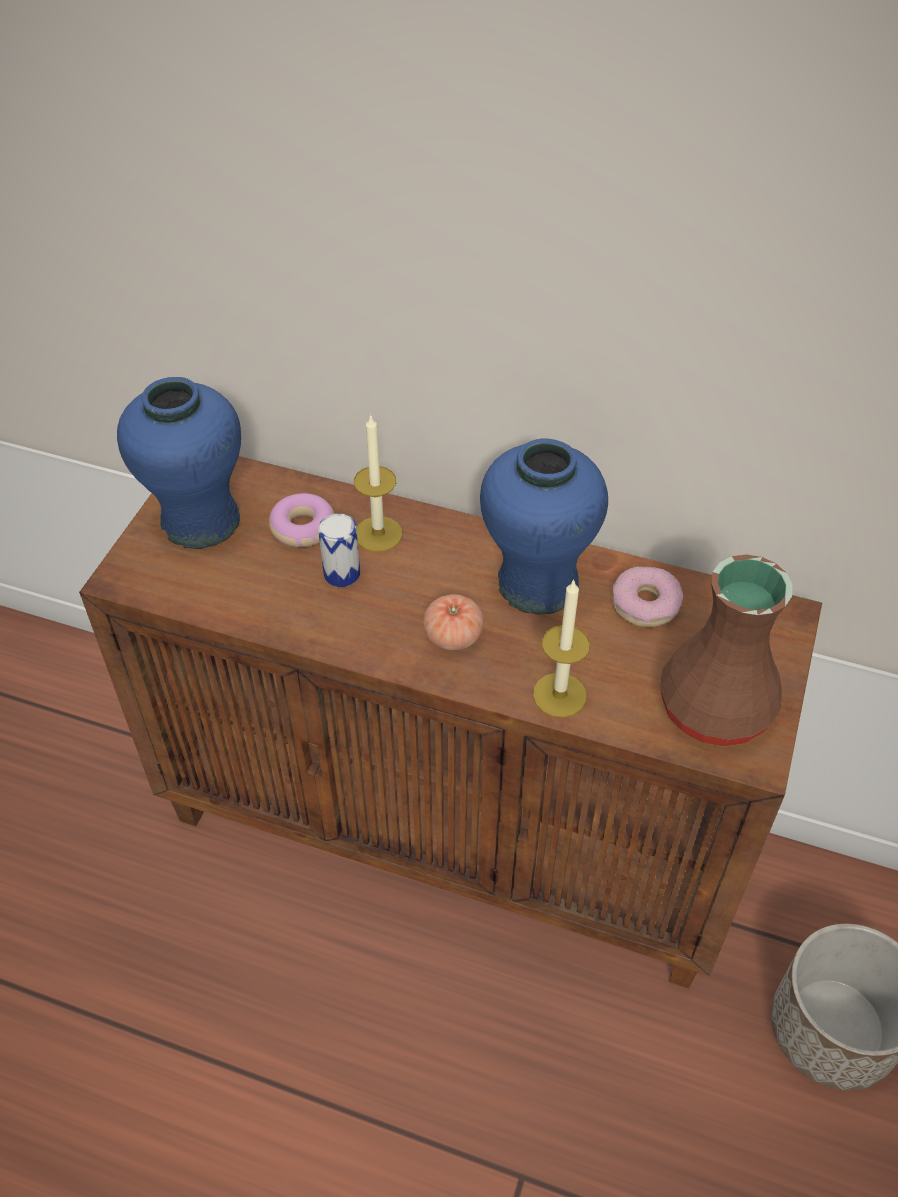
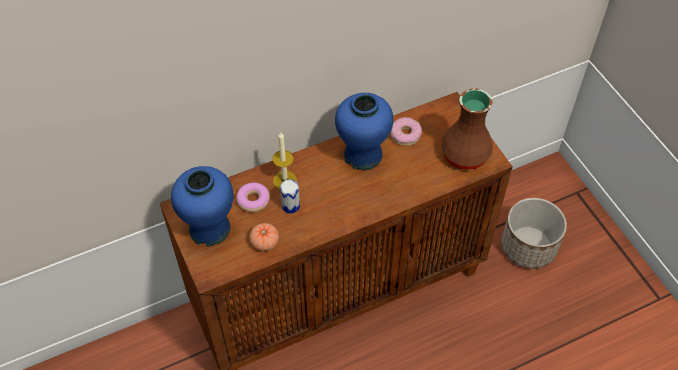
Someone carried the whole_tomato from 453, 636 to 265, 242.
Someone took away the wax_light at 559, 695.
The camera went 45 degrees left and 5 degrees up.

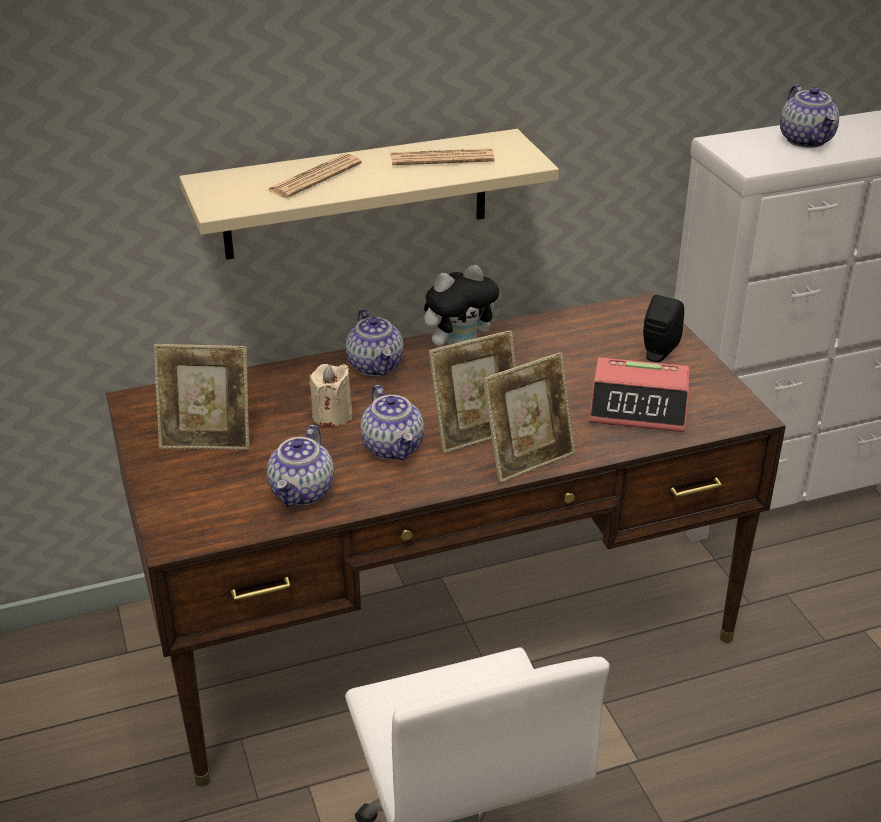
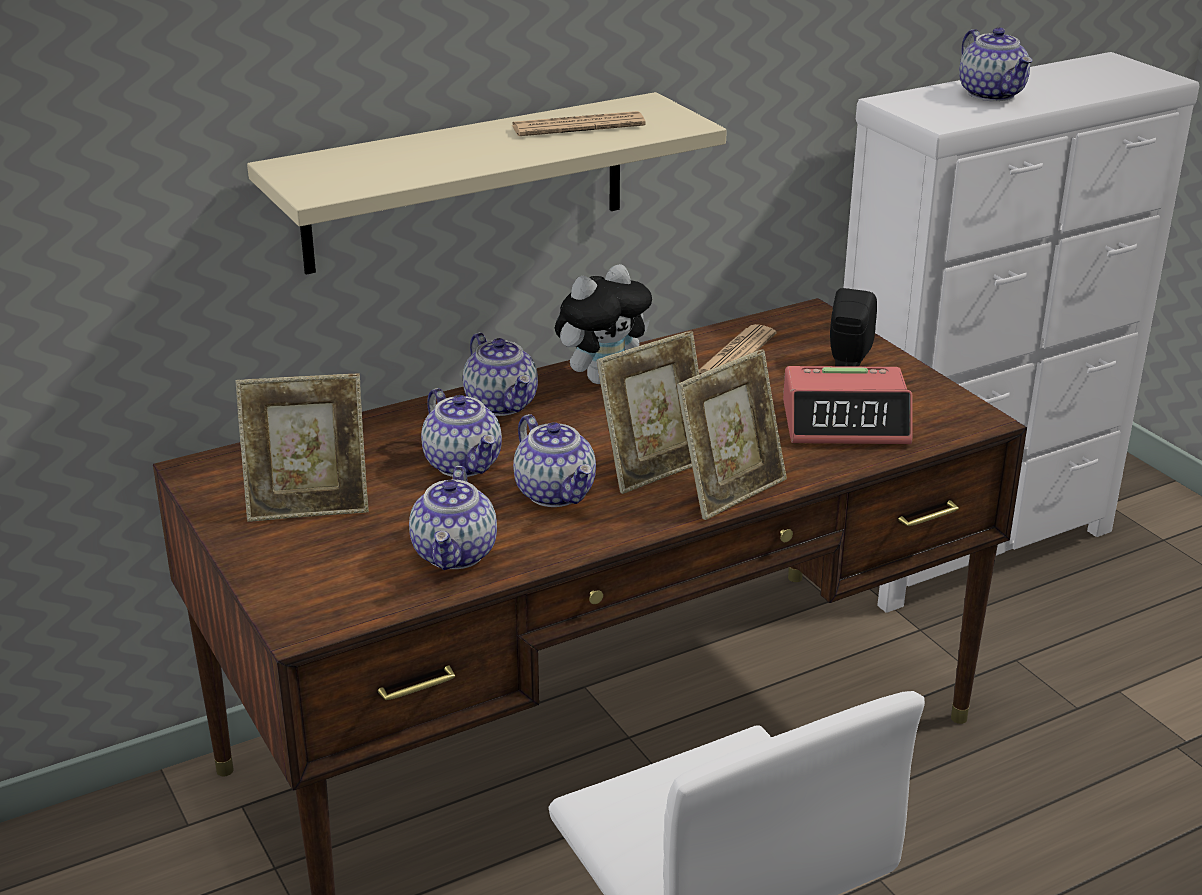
Someone carried the newspaper from 314, 177 to 736, 354.
Someone swapped the sand-coloured_wax_light at 332, 415 for the tea_pot at 464, 464.
The camera went 10 degrees left and 5 degrees down.

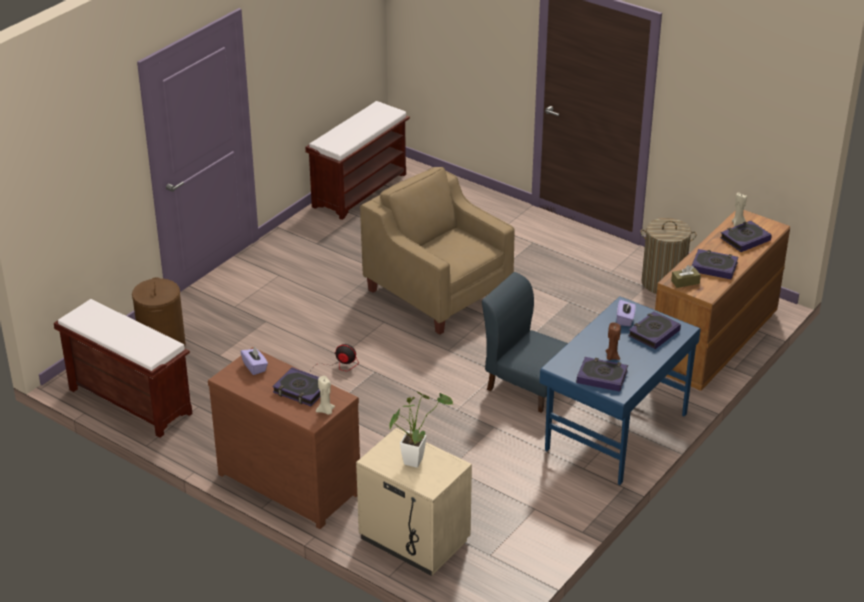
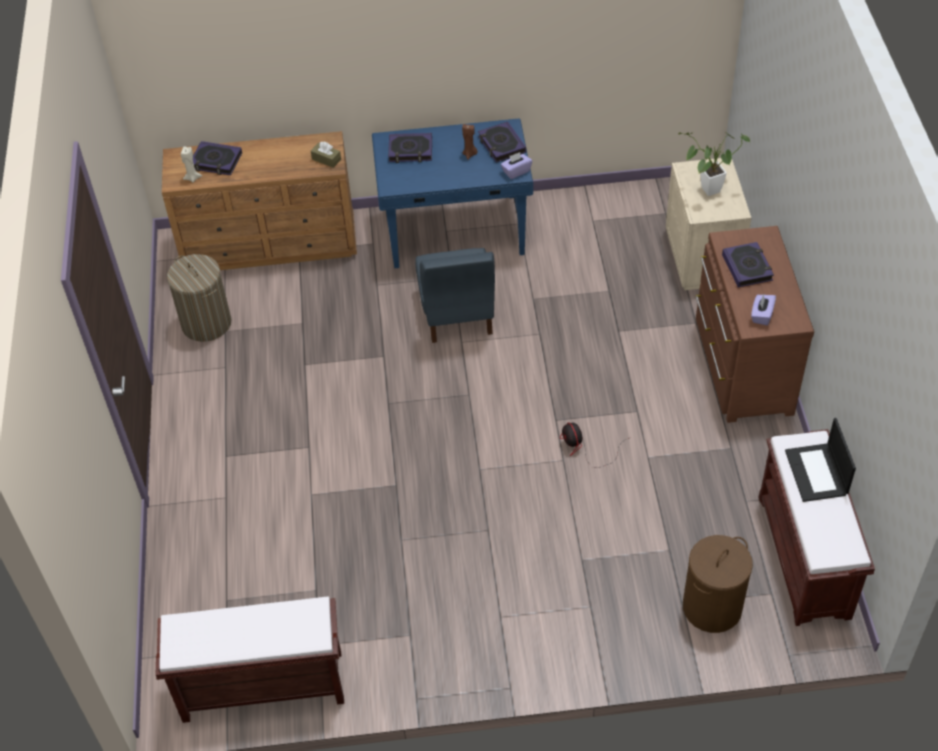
Someone took away the sand-coloured_wax_light at 326, 411.
Someone took away the sand-coloured_easy_chair at 437, 293.
Someone carried the purplish_tissue_box from 625, 319 to 516, 171.
Someone took away the book at 714, 267.
Someone put down the portable_computer at 817, 473.
The camera went 130 degrees left and 15 degrees up.

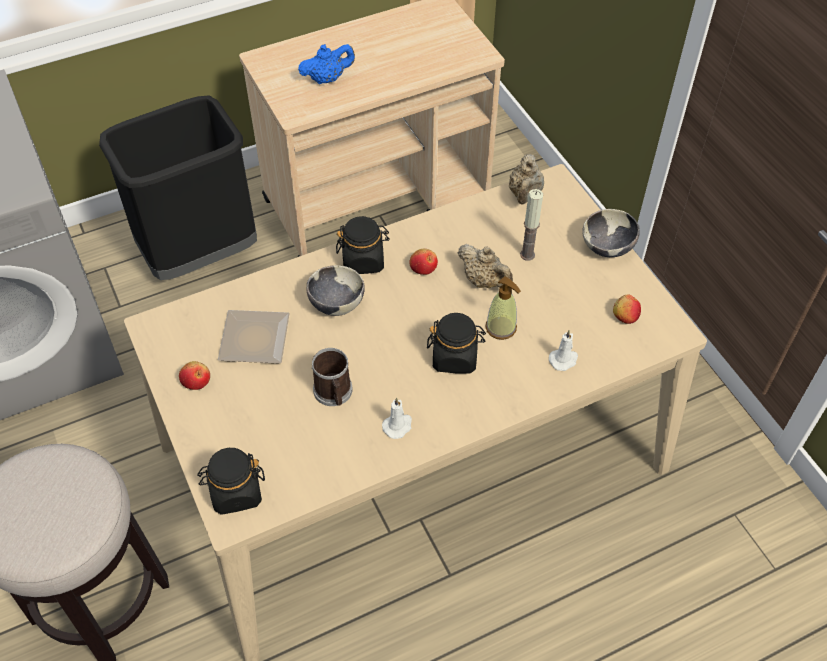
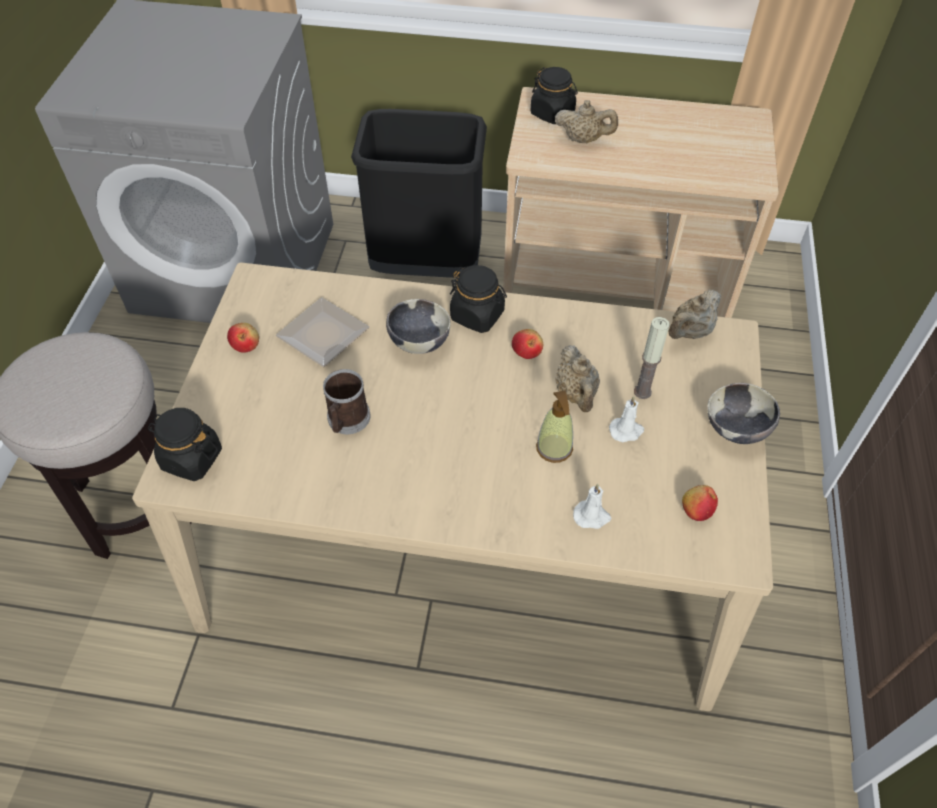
Someone repainted the blue_tea_pot at 327, 79, which became the sand-coloured_tea_pot at 583, 140.
Someone carried the white-coloured_wax_light from 398, 426 to 626, 431.
Someone carried the black-coloured_jar from 455, 357 to 552, 113.
The camera went 35 degrees right and 0 degrees up.

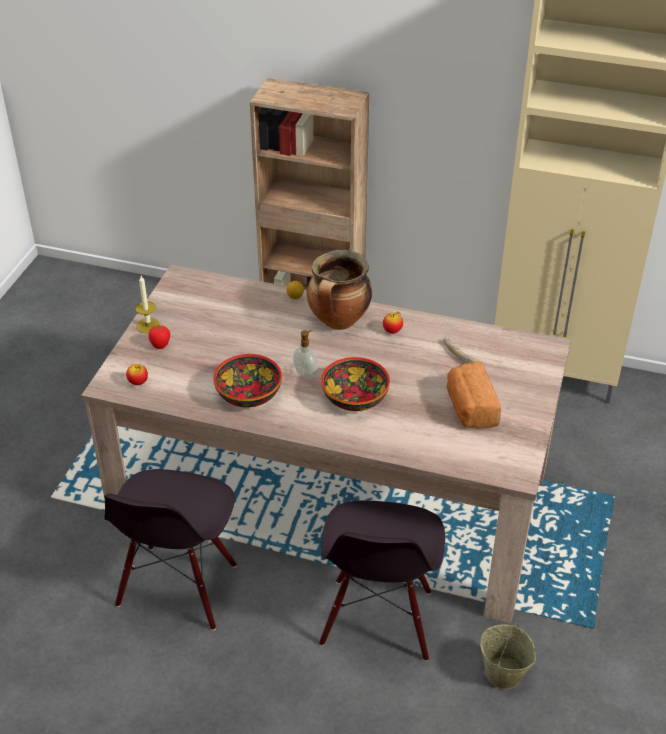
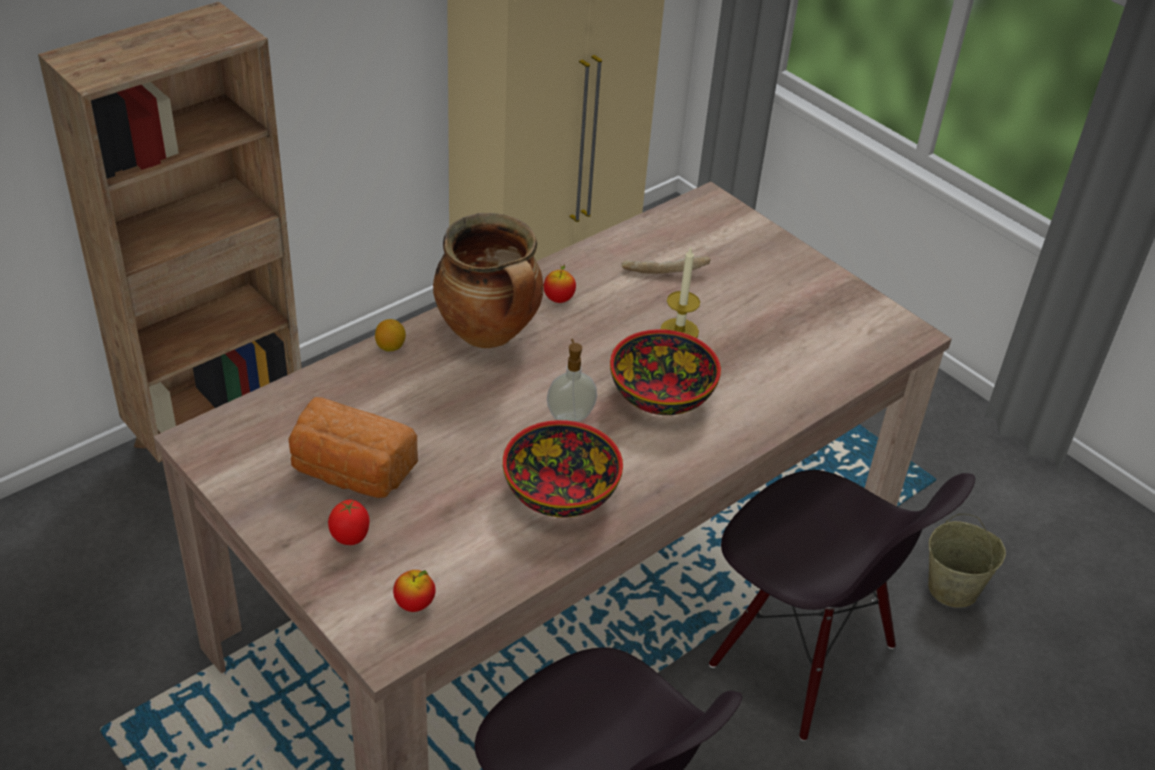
Someone carried the wax_light from 148, 325 to 679, 331.
Someone carried the bread from 470, 409 to 350, 473.
The camera went 60 degrees left and 0 degrees up.

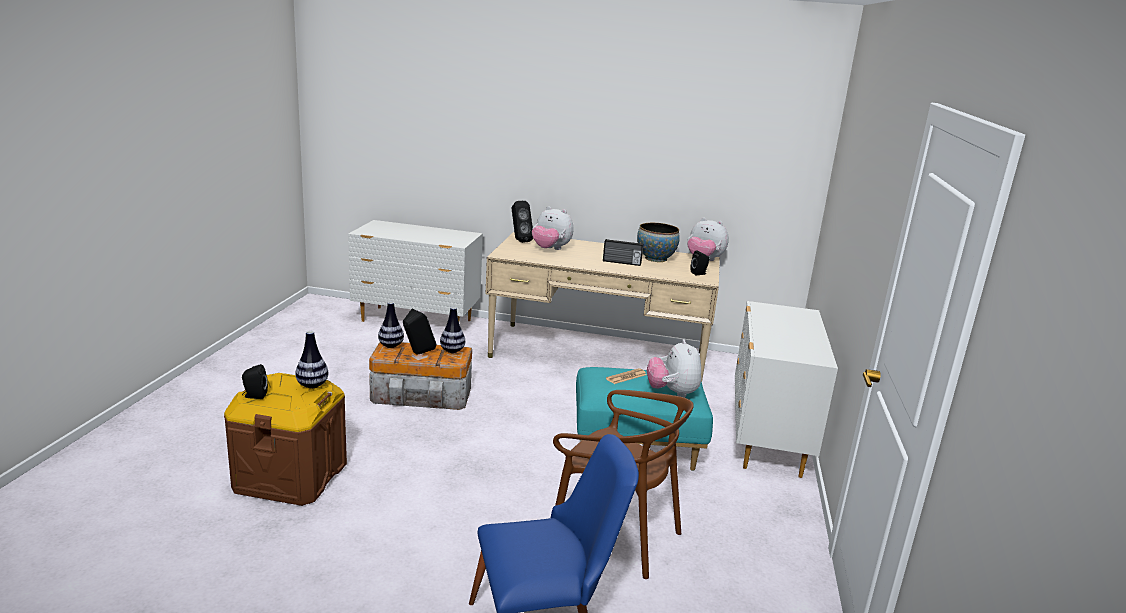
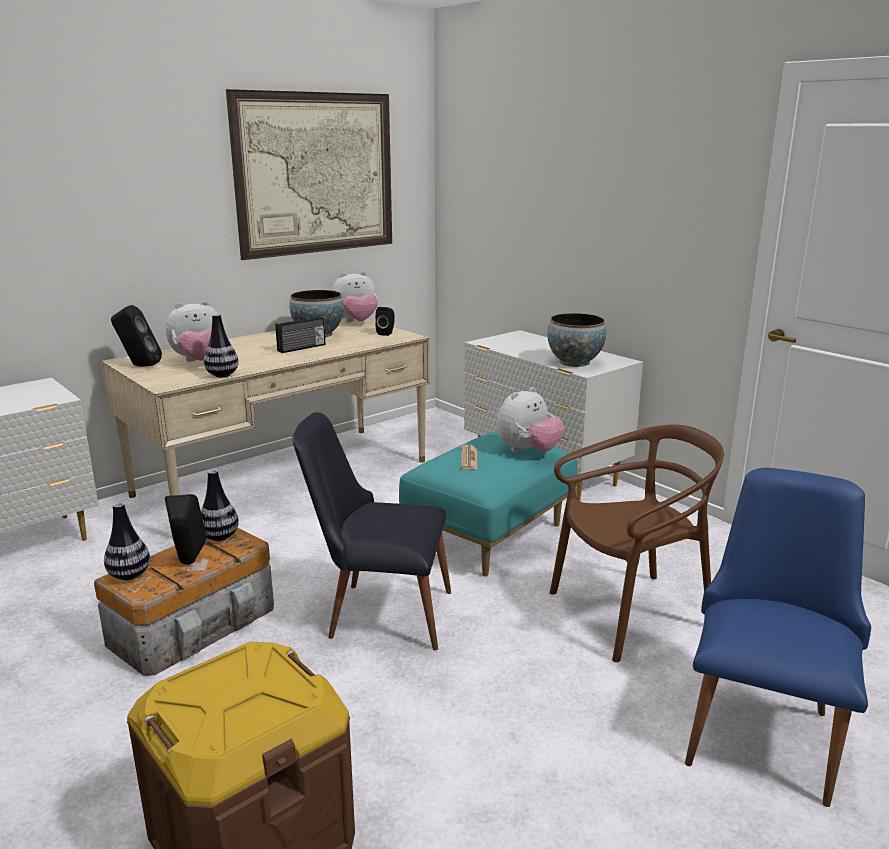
Someone took away the black-coloured_loudspeaker at 254, 396.
Someone carried the decorative_vase from 312, 385 to 222, 375.
Someone rotated the plush_toy at 672, 393 by 75 degrees counterclockwise.
Someone put up the wall_art at 316, 174.
Someone put down the black-coloured_chair at 378, 612.
Someone put down the bowl at 574, 362.
The camera went 50 degrees left and 0 degrees up.

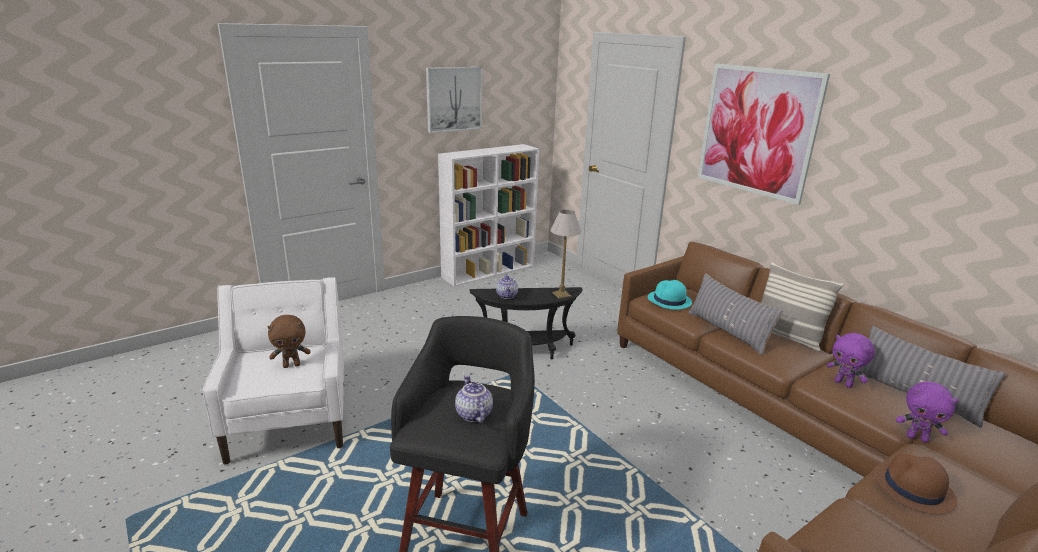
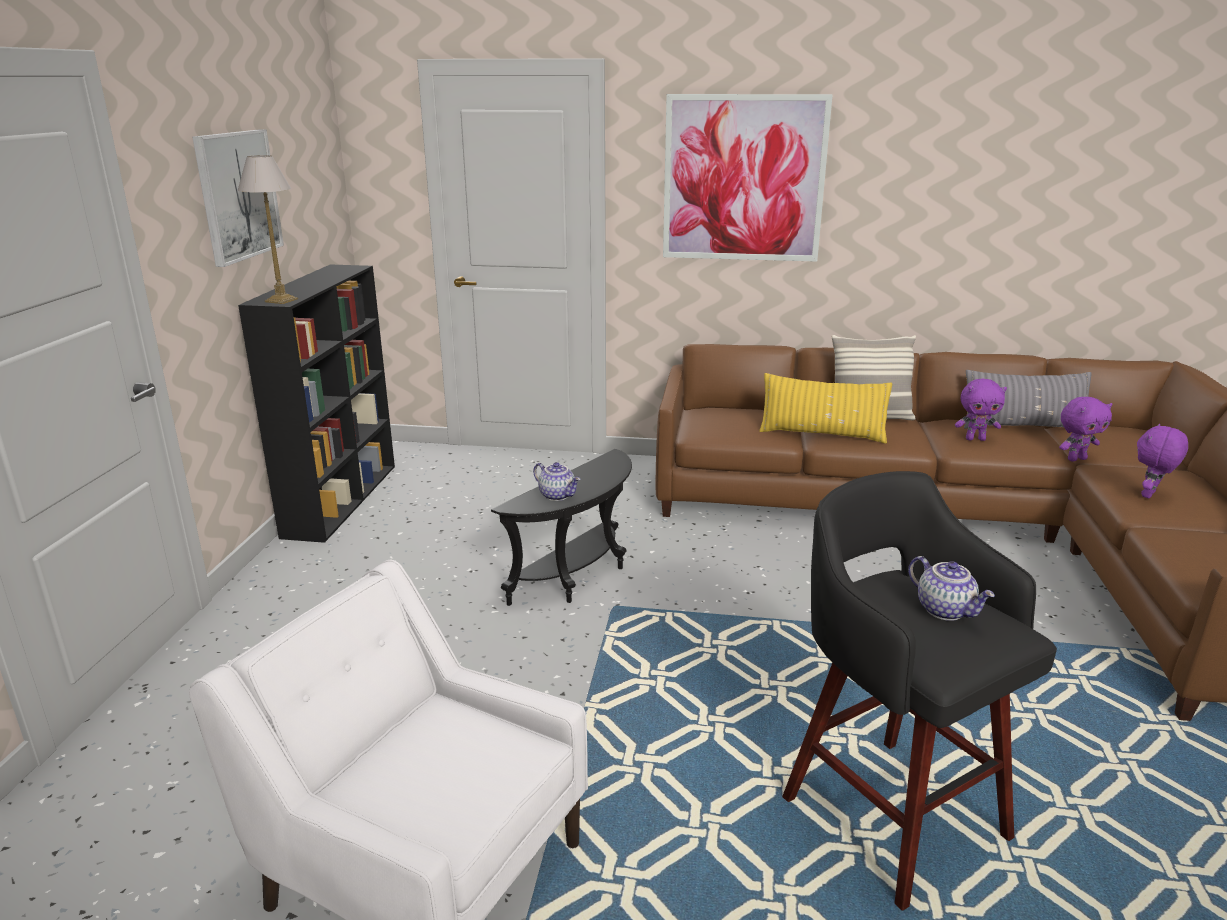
Someone took away the brown-coloured_plush_toy at 292, 365.
Someone repainted the white-coloured_bookcase at 489, 271, which became the black-coloured_bookcase at 342, 499.
Someone rotated the tea_pot at 473, 414 by 150 degrees counterclockwise.
Someone carried the table_lamp from 561, 294 to 280, 300.
Someone took away the turquoise-coloured_wearable_hat at 669, 301.
Someone repainted the greyish_cushion at 727, 331, which became the yellow_cushion at 822, 434.
Someone swapped the brown-coloured_wearable_hat at 912, 488 for the purplish_plush_toy at 1150, 495.
The camera went 45 degrees left and 0 degrees up.

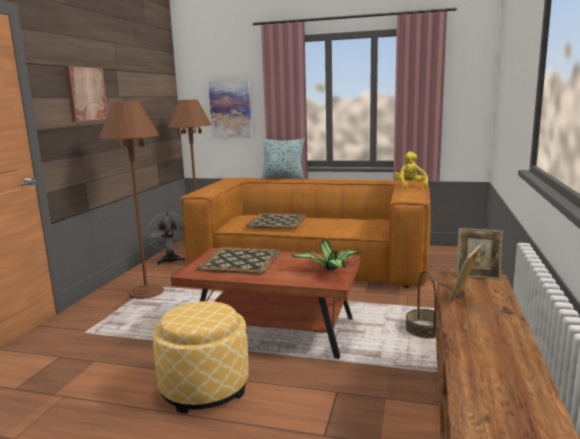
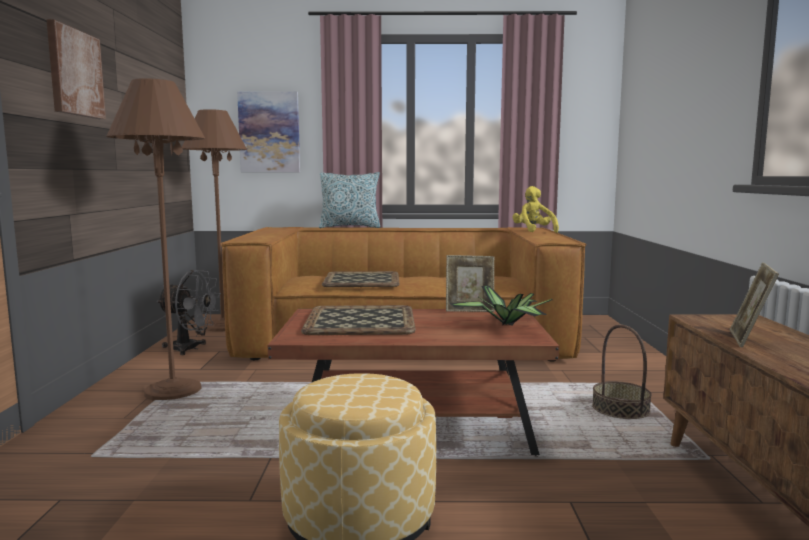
Someone rotated the greyish_electric_fan at 171, 262 by 45 degrees counterclockwise.
Someone carried the photo_frame from 477, 275 to 469, 310.
The camera went 15 degrees left and 5 degrees down.

